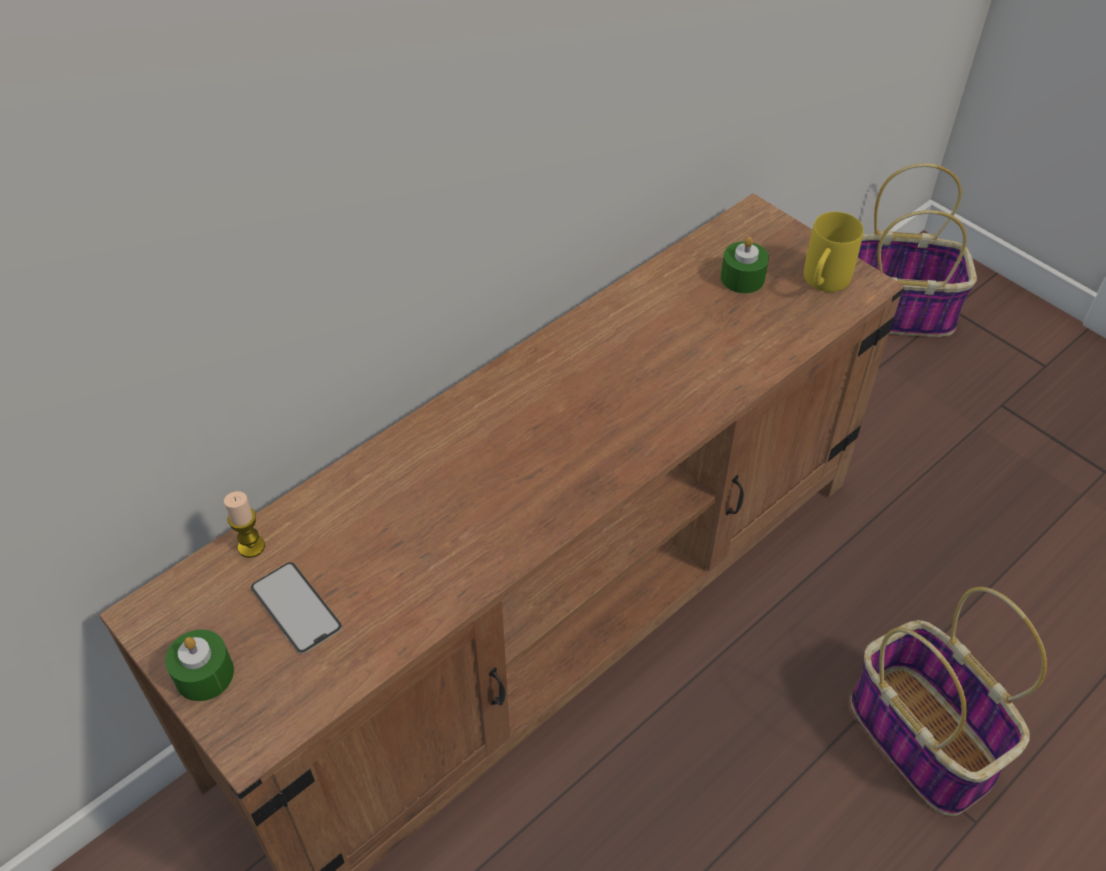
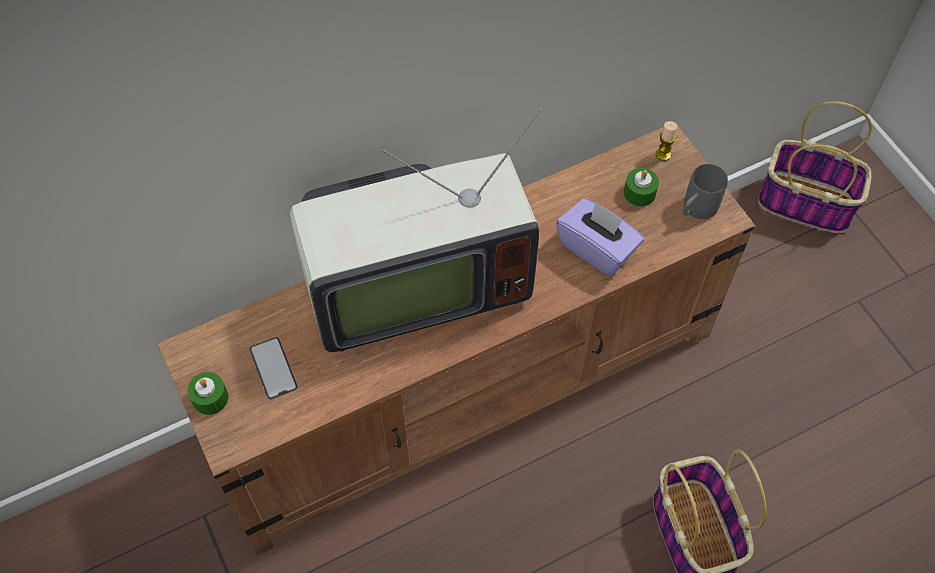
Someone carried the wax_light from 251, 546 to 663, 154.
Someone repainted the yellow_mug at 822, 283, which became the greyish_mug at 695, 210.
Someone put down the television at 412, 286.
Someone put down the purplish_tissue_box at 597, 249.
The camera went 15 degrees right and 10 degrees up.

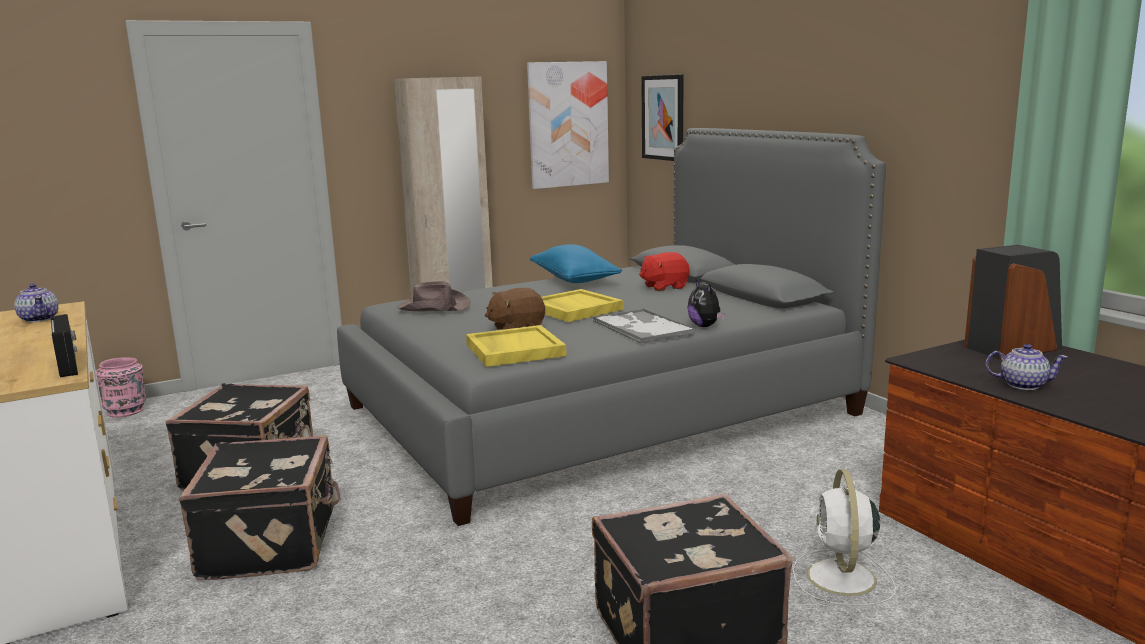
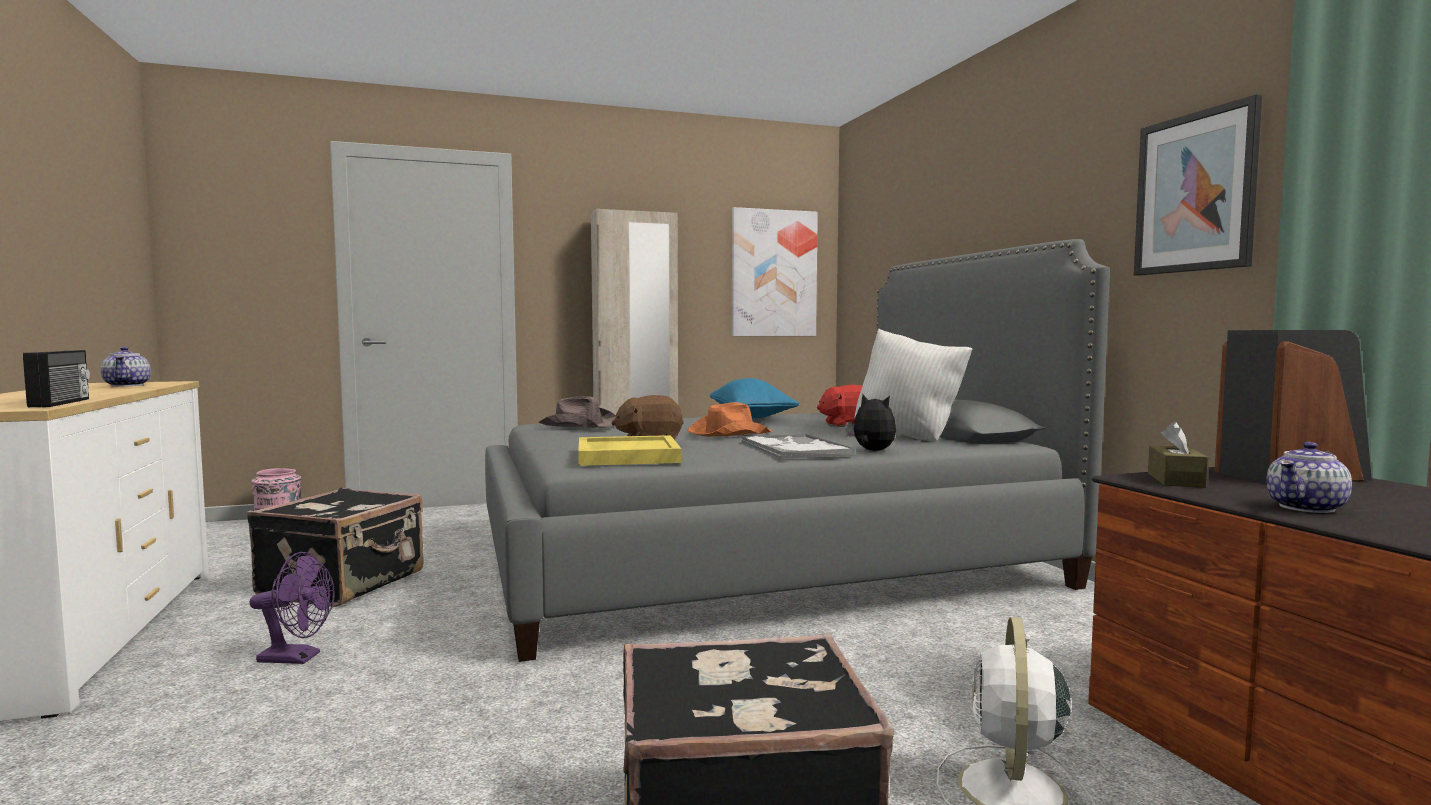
Someone swapped the black-coloured_piece_of_luggage at 273, 543 for the purplish_electric_fan at 297, 658.
Someone swapped the yellow_tray at 574, 309 for the orange_wearable_hat at 728, 433.
Someone carried the wall_art from 663, 117 to 1195, 193.
Someone rotated the plush_toy at 705, 326 by 150 degrees clockwise.
Someone rotated the tea_pot at 1022, 385 by 120 degrees clockwise.
Someone put down the white-coloured_cushion at 909, 437.
Someone put down the brown-coloured_tissue_box at 1175, 480.
The camera went 10 degrees right and 10 degrees down.

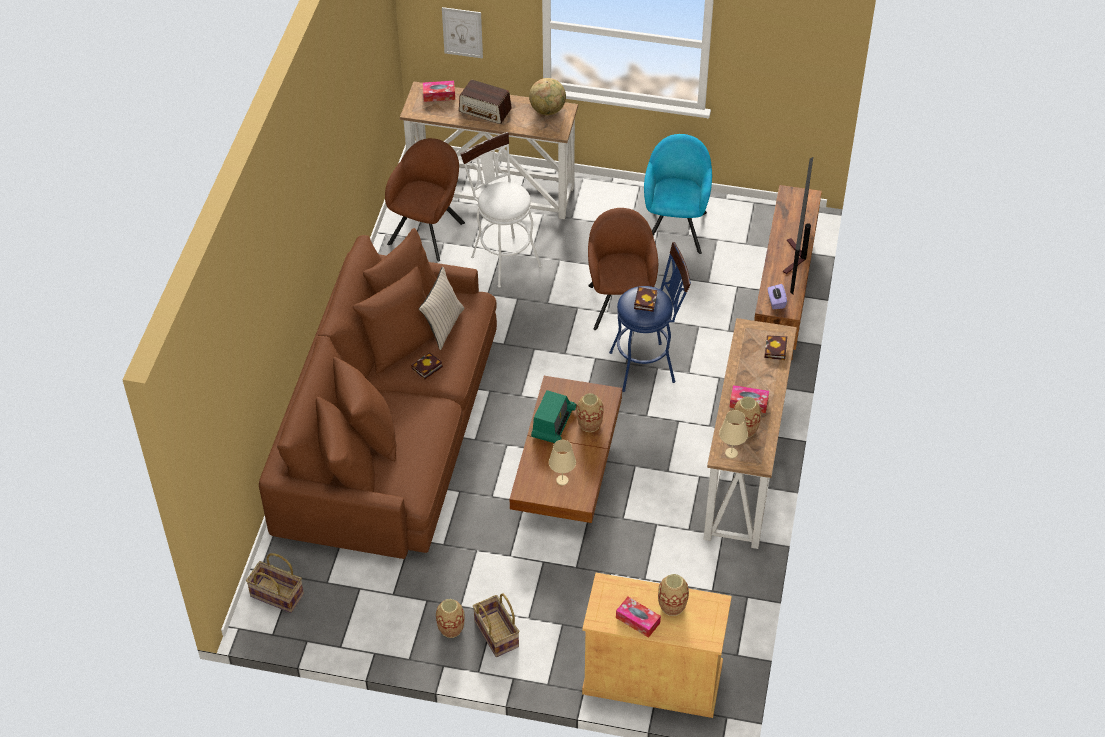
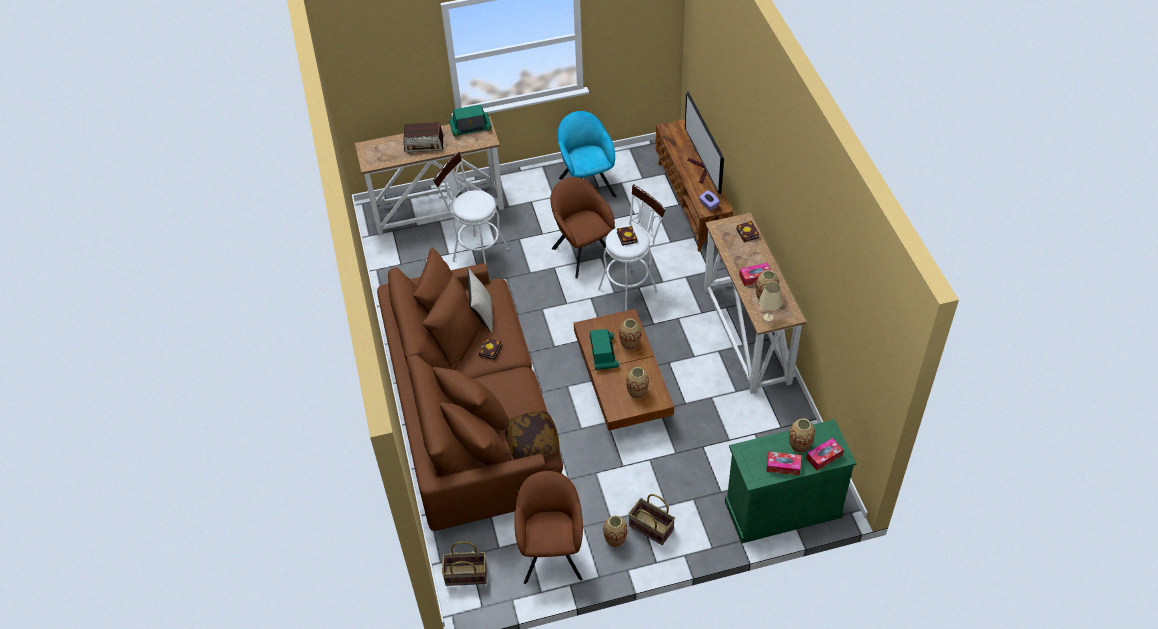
Someone carried the brown-coloured_easy_chair from 428, 230 to 552, 551.
Someone carried the tissue_box from 439, 95 to 824, 457.
Someone took away the wall_art at 462, 32.
Someone swapped the desk_globe at 547, 110 for the radio at 470, 128.
Someone swapped the sand-coloured_table_lamp at 562, 480 for the decorative_vase at 637, 392.
Someone repainted the sand-coloured_cupboard at 652, 678, which became the green_cupboard at 782, 509.
Someone repainted the blue_sitting_stool at 648, 365, which became the white-coloured_sitting_stool at 631, 288.
Someone put down the cushion at 532, 442.
The camera went 25 degrees left and 0 degrees up.

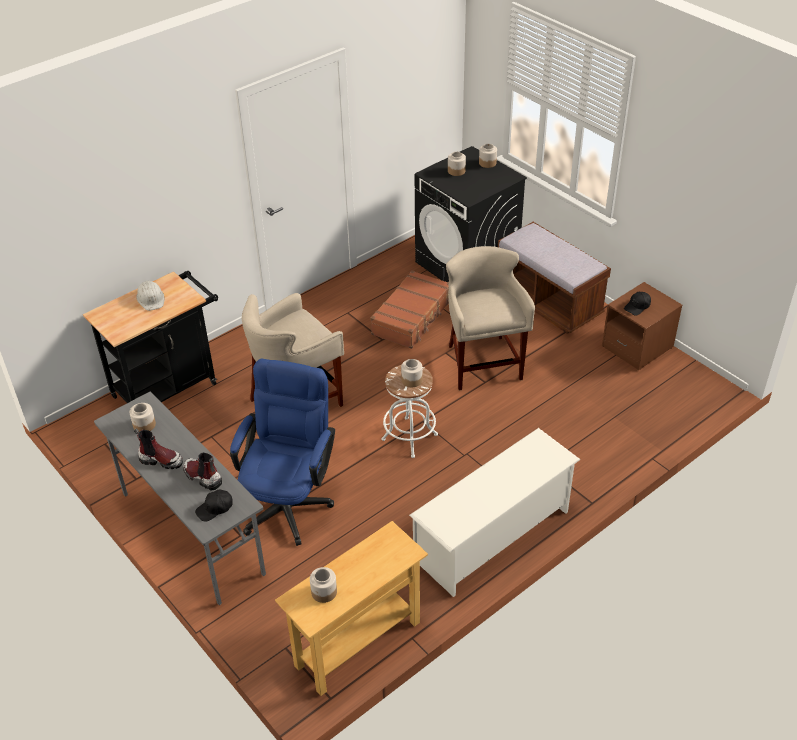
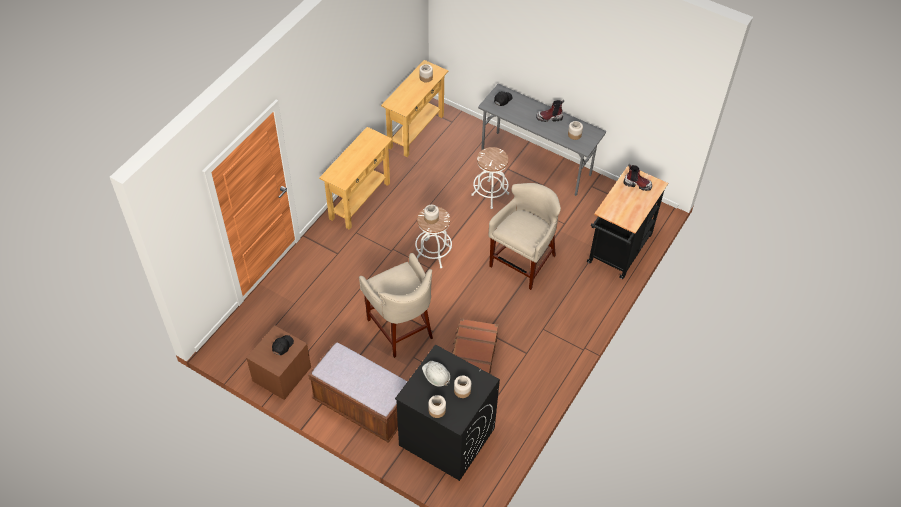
Someone carried the white-coloured_safety_helmet from 151, 299 to 436, 374.
Someone carried the tall_boot from 202, 477 to 637, 184.
Someone swapped the blue_computer_chair at 289, 501 for the white-coloured_sitting_stool at 490, 194.
Someone swapped the white-coloured_shoe_rack at 493, 536 for the sand-coloured_narrow_table at 360, 201.
The camera went 160 degrees right and 10 degrees up.

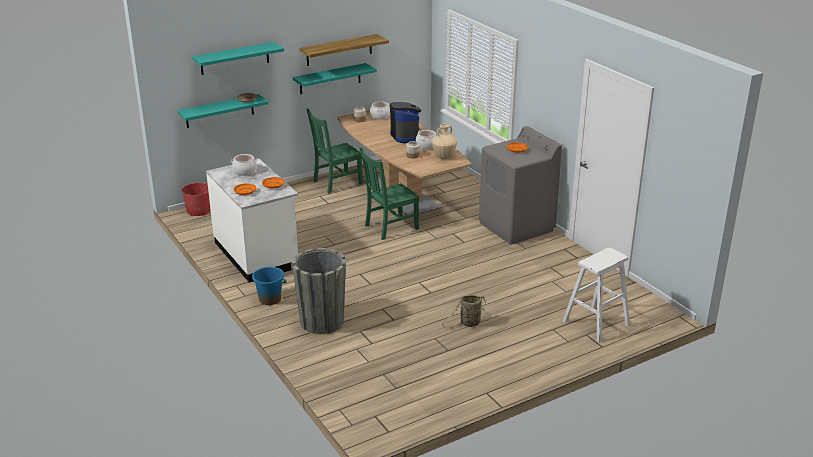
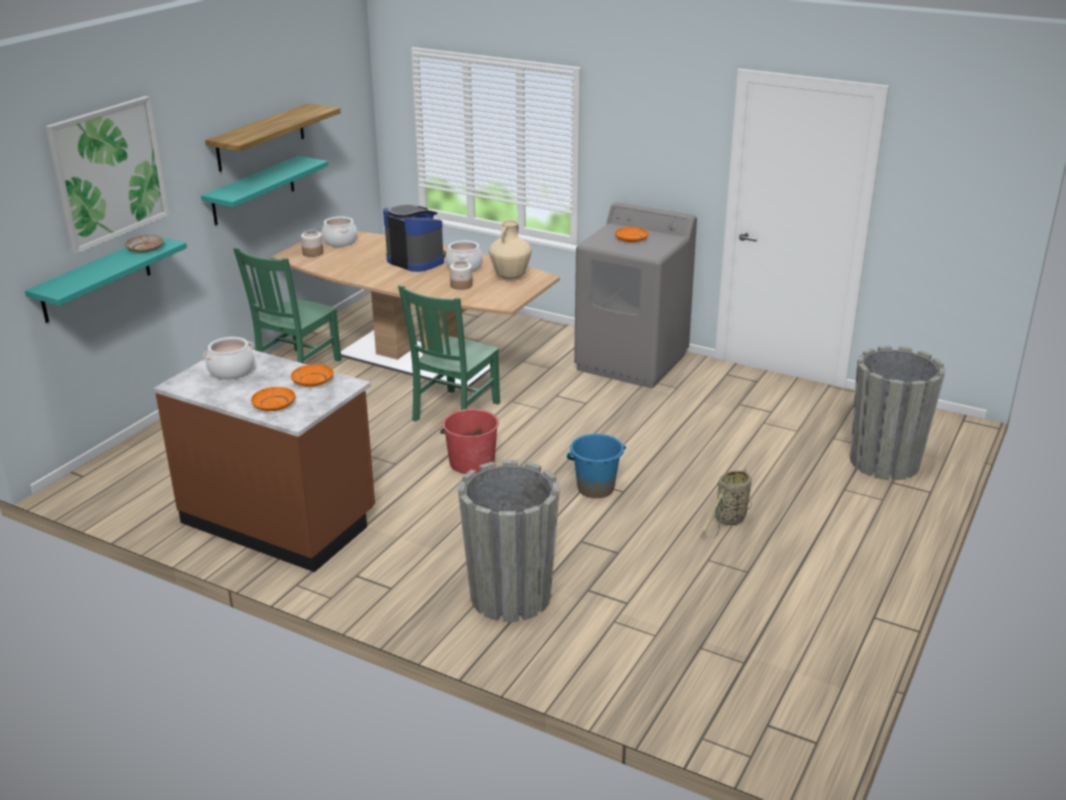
Someone carried the red_water_bucket from 199, 210 to 471, 462.
Someone swapped the turquoise-coloured_bracket_shelf at 234, 58 for the wall_art at 109, 173.
Someone repainted the white-coloured_counter at 257, 254, which became the brown-coloured_counter at 280, 519.
Someone carried the blue_water_bucket from 270, 299 to 595, 488.
Someone swapped the white-coloured_sitting_stool at 596, 323 for the greyish_flower_pot at 884, 462.
The camera went 30 degrees left and 0 degrees up.

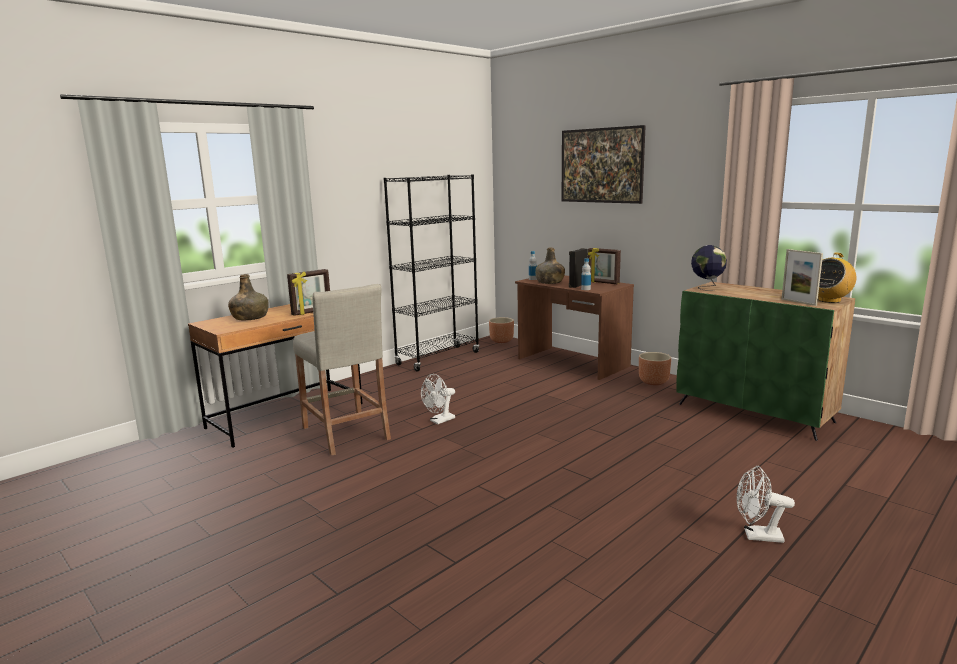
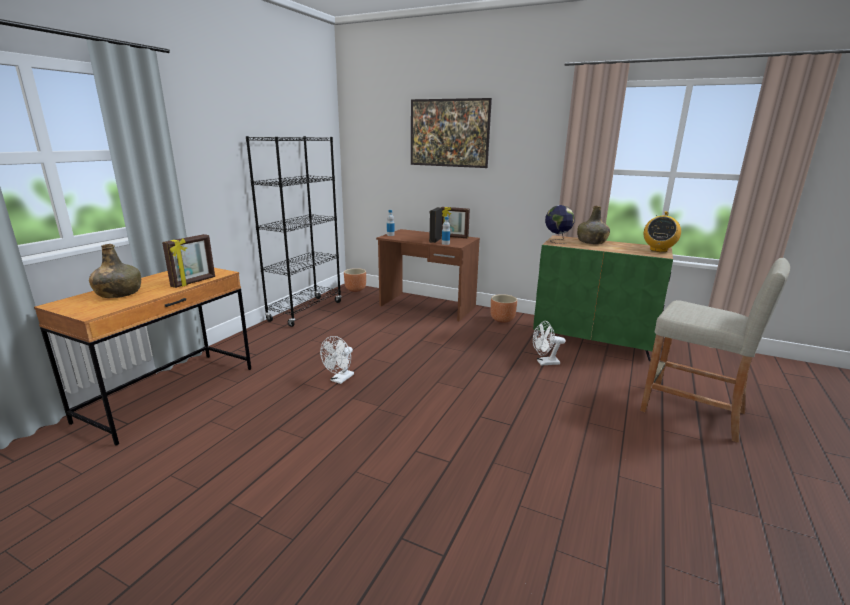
Someone carried the sand-coloured_sitting_stool from 345, 433 to 692, 411.
Someone carried the green_bottle from 549, 282 to 591, 242.
Someone carried the white-coloured_electric_fan from 757, 536 to 544, 363.
Someone took away the photo_frame at 798, 302.
The camera went 20 degrees left and 5 degrees up.

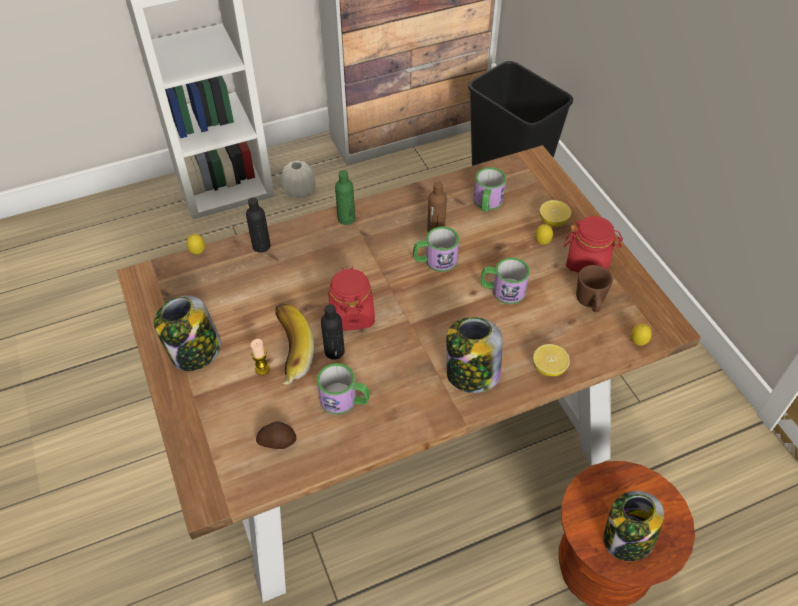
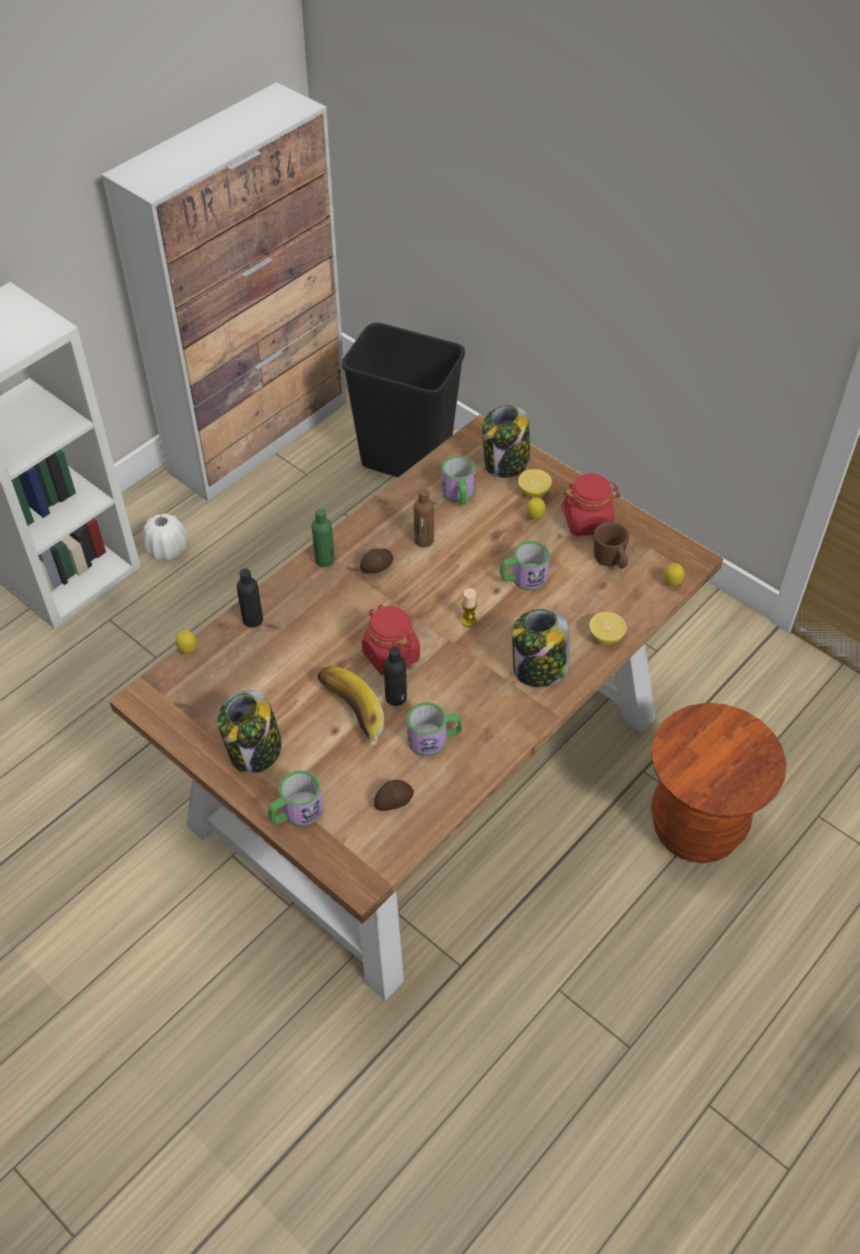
Someone carried the wax_light from 262, 369 to 468, 621.
Someone carried the mug from 435, 260 to 296, 813.
Someone carried the jar from 627, 539 to 506, 463.
Someone put down the potato at 377, 568.
The camera went 25 degrees left and 0 degrees up.

